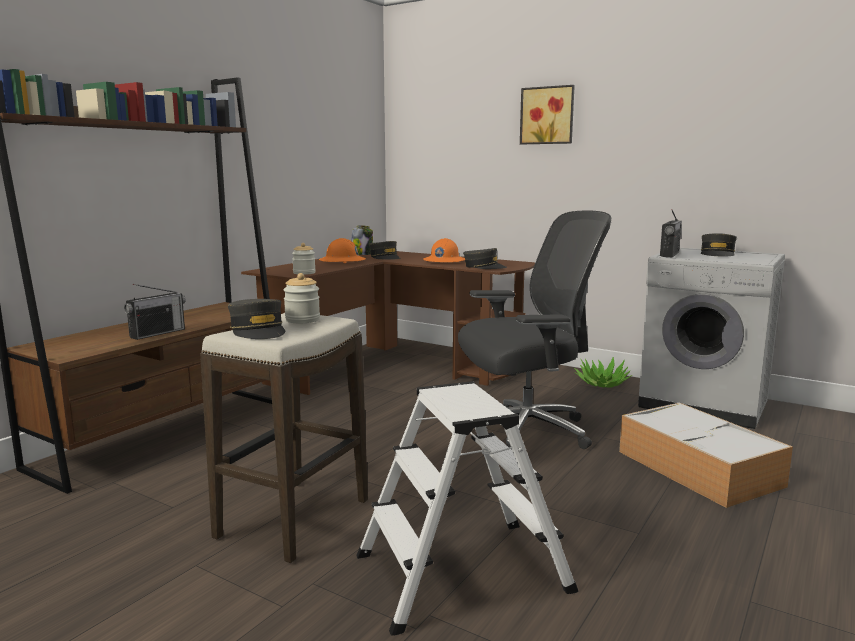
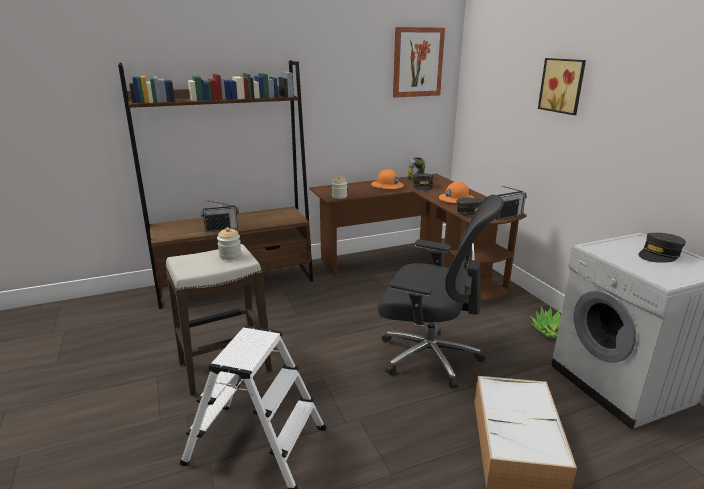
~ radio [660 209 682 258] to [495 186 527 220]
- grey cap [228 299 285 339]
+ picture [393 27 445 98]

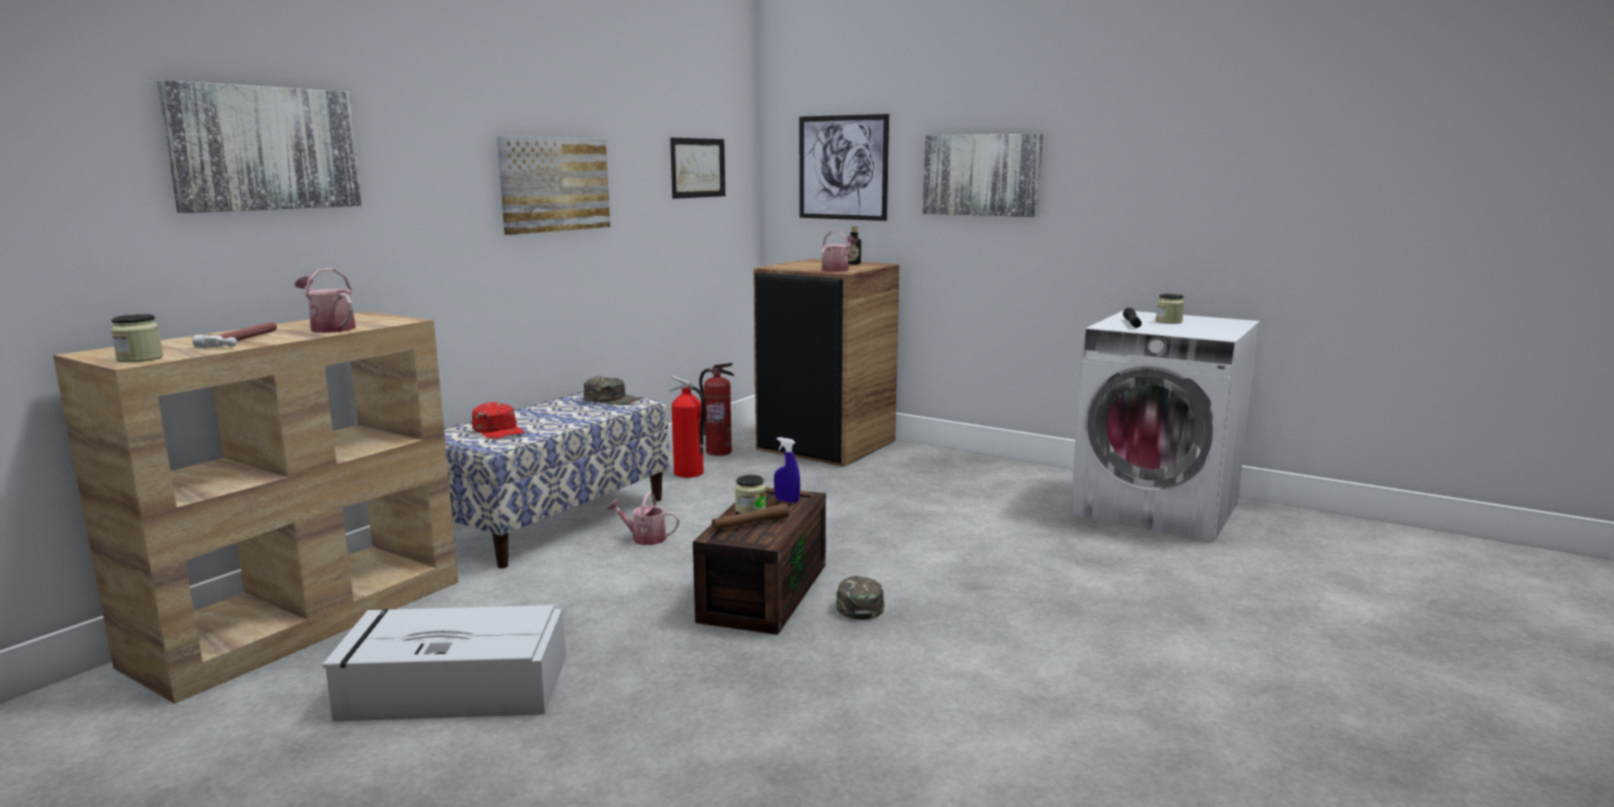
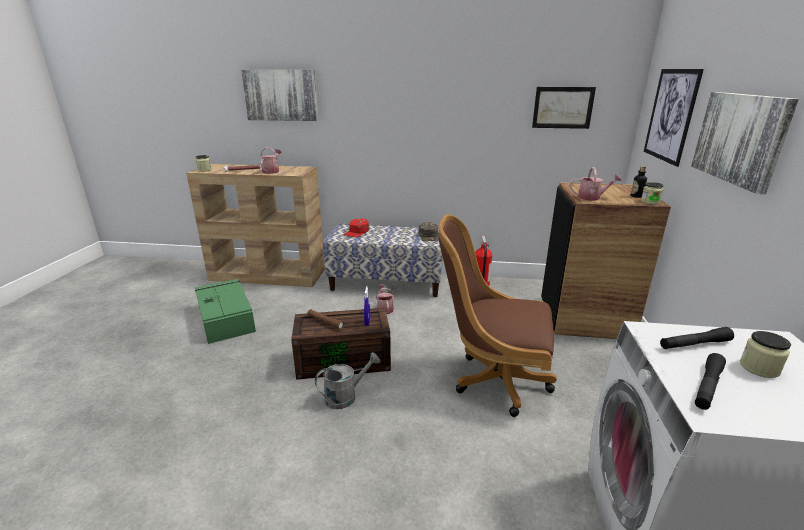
- picture [497 136 610 235]
- fire extinguisher [699 363 734 456]
~ jar [735 475 766 513] to [641 182 664 204]
~ green cap [836 576 884 620] to grey watering can [315 352 380 409]
~ grey storage box [323 605 566 721] to green storage box [195 279 256 344]
+ brown office chair [438 215 557 417]
+ black flashlight [695 353 726 410]

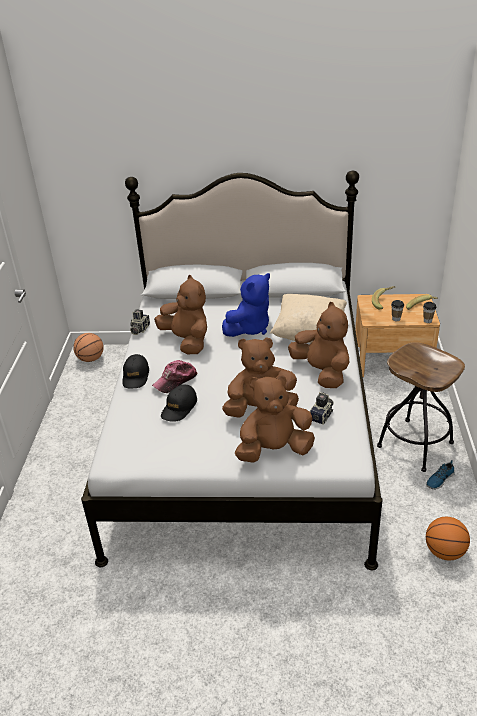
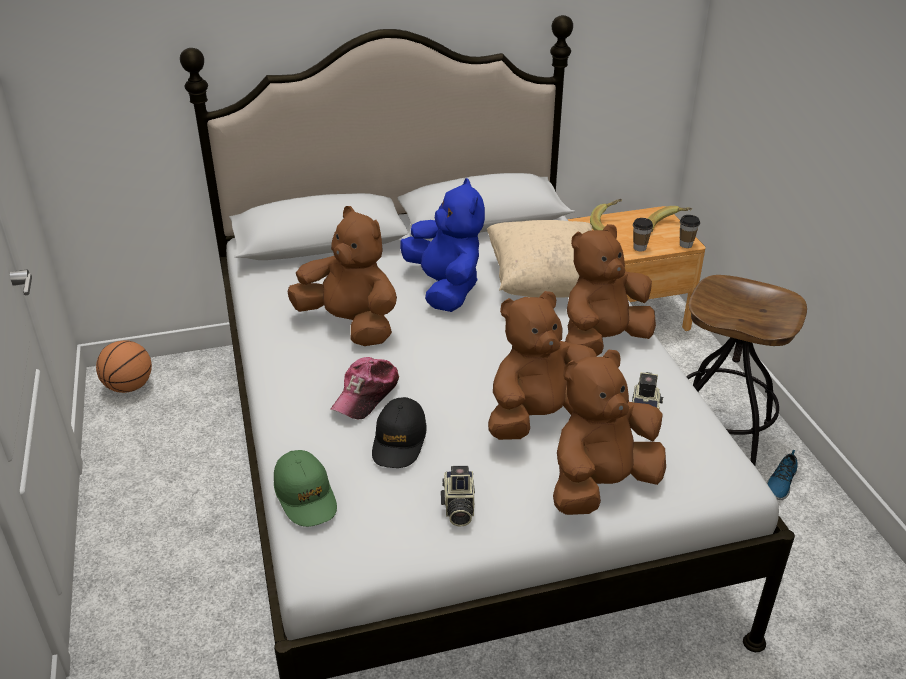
~ blue plush toy [222 273 270 337] = [400 178 485 312] 45 degrees counterclockwise
~ brown plush toy [288 302 350 388] = [565 224 656 356] 75 degrees counterclockwise
~ photo camera [130 309 150 335] to [441 466 475 527]
- black cap [122 354 149 388]
- basketball [426 517 470 561]
+ green cap [274 450 337 527]

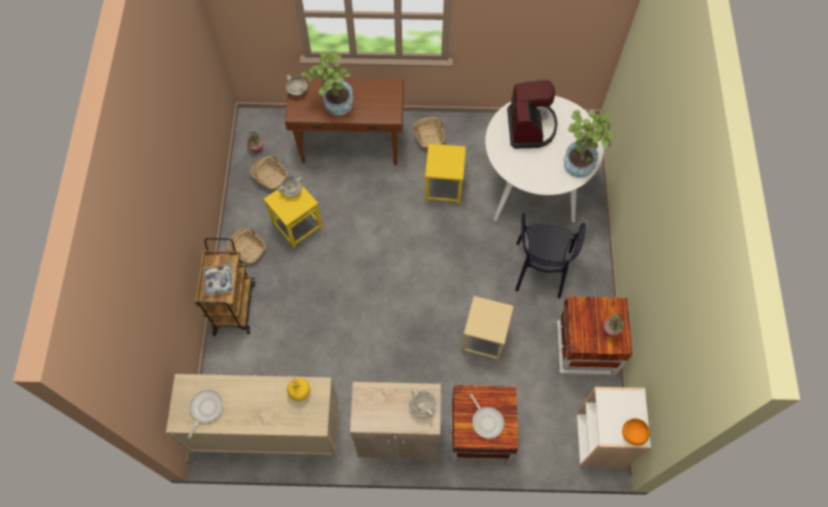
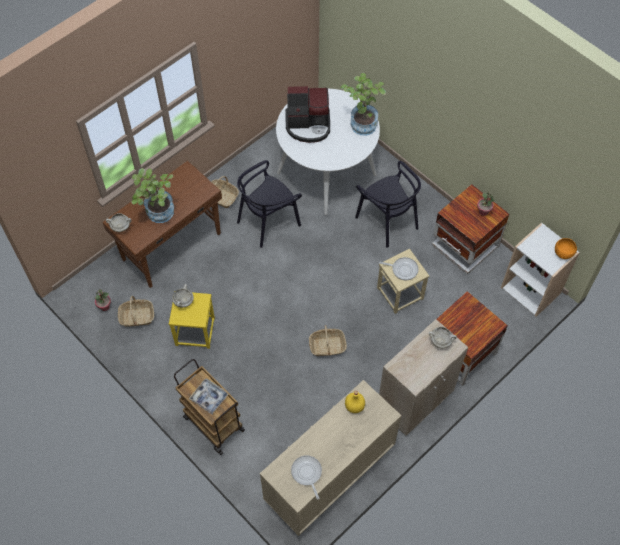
~ coffee machine [507 80 557 149] = [285 86 330 143] 135 degrees clockwise
~ yellow stool [425 144 466 204] to black chair [237 160 302 248]
~ basket [227 229 266 264] to [309 325 347 356]
~ frying pan [470 394 504 439] to [379 257 418 281]

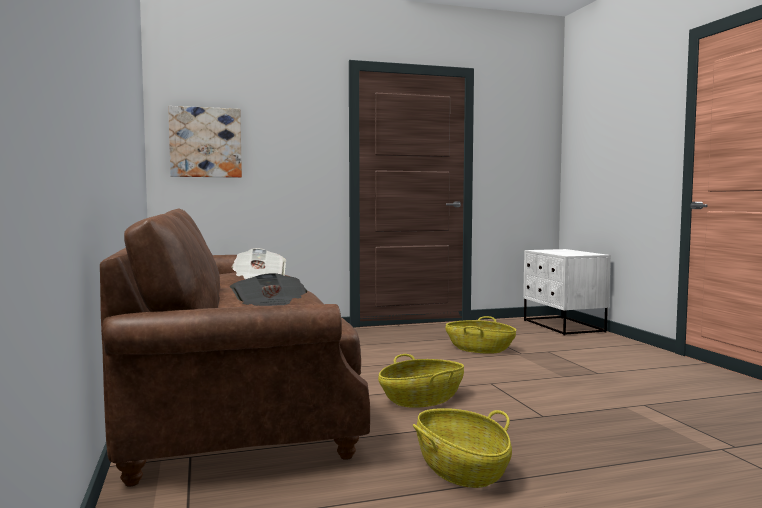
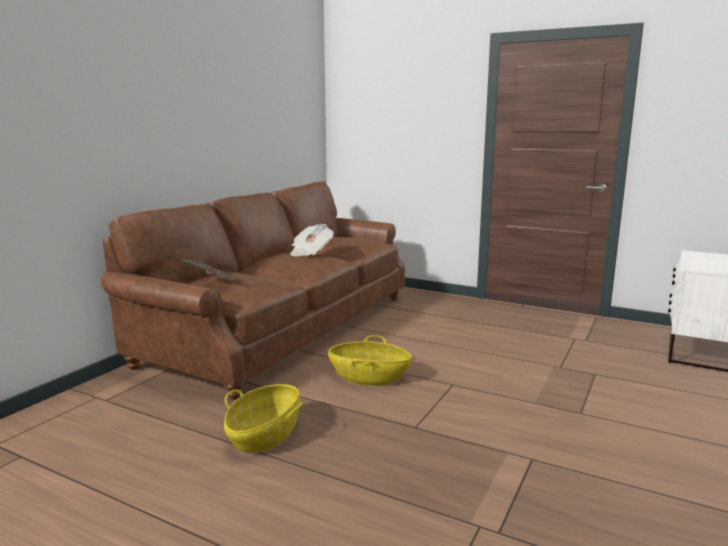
- picture [168 106 242 178]
- basket [445 316 516 354]

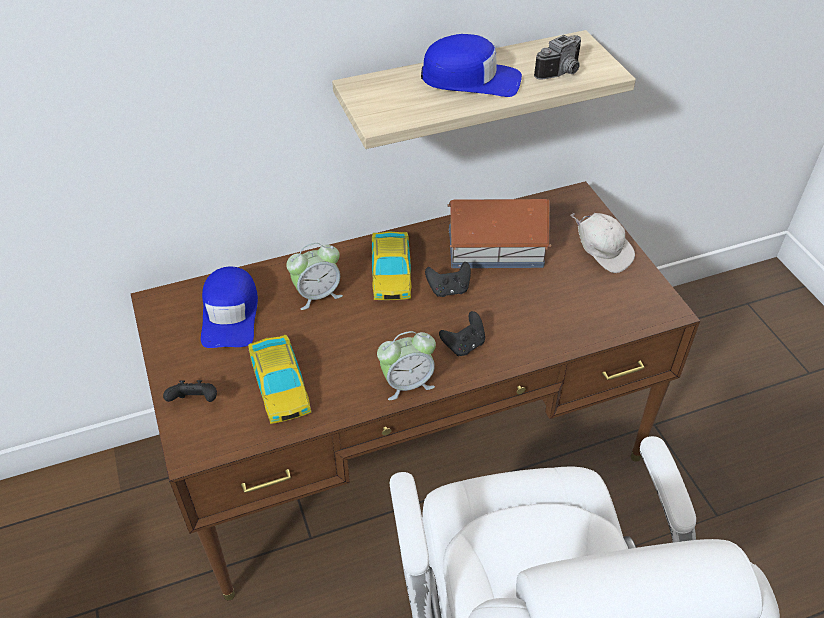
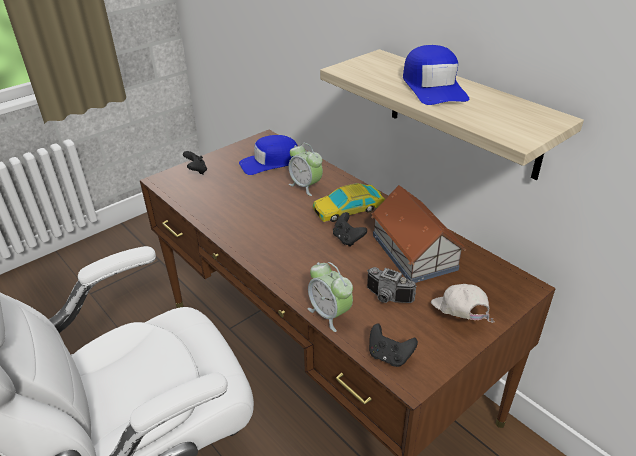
~ photo camera [534 35 581 80] to [367 267 417 303]
~ white cap [570 213 635 273] = [431 284 495 323] 135 degrees clockwise
~ black game controller [439 311 485 356] to [369 324 418 367]
~ alarm clock [377 331 436 400] to [308 262 353 332]
- toy car [248 335 312 424]

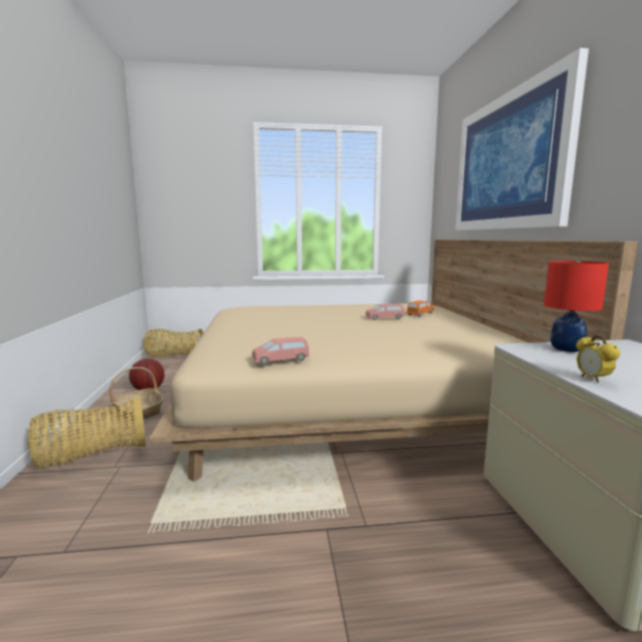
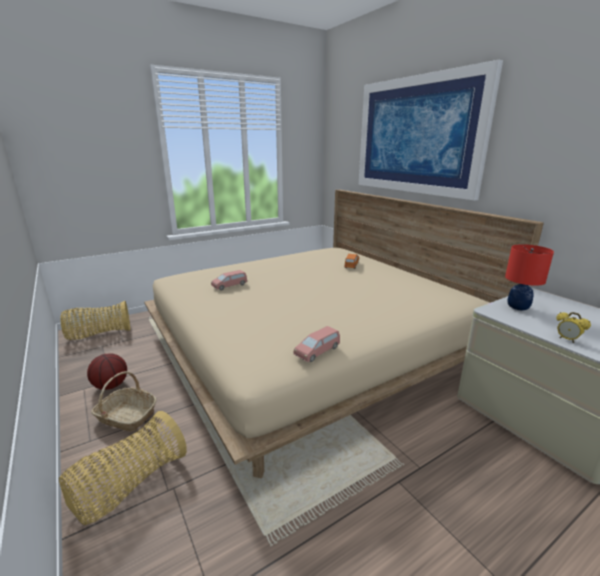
~ pink toy car [366 304 404 320] to [211 270 247 290]

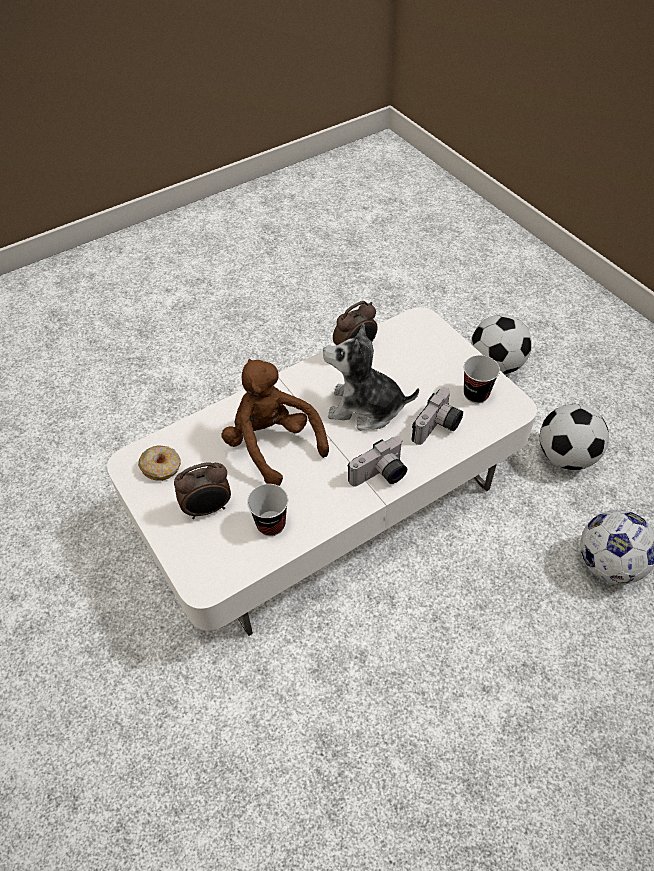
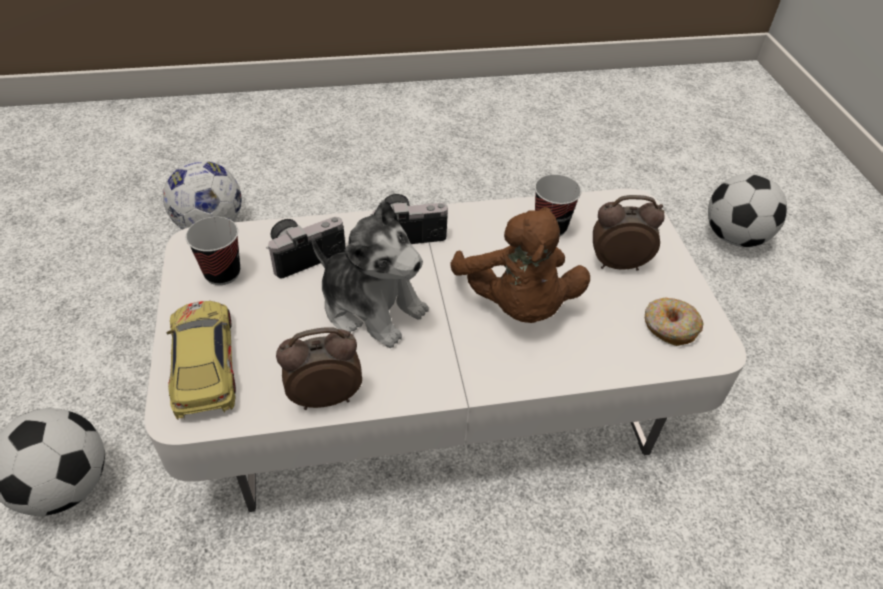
~ football [540 404 609 470] to [708 173 787 247]
+ toy car [167 301 236 420]

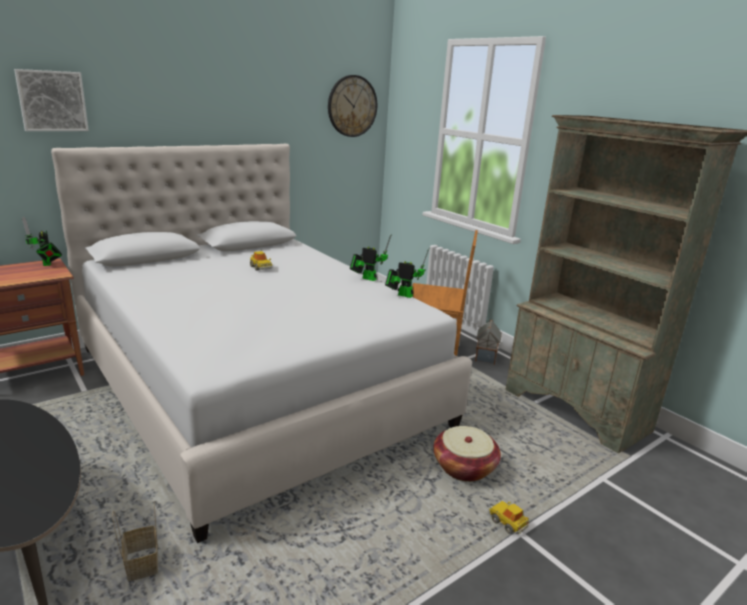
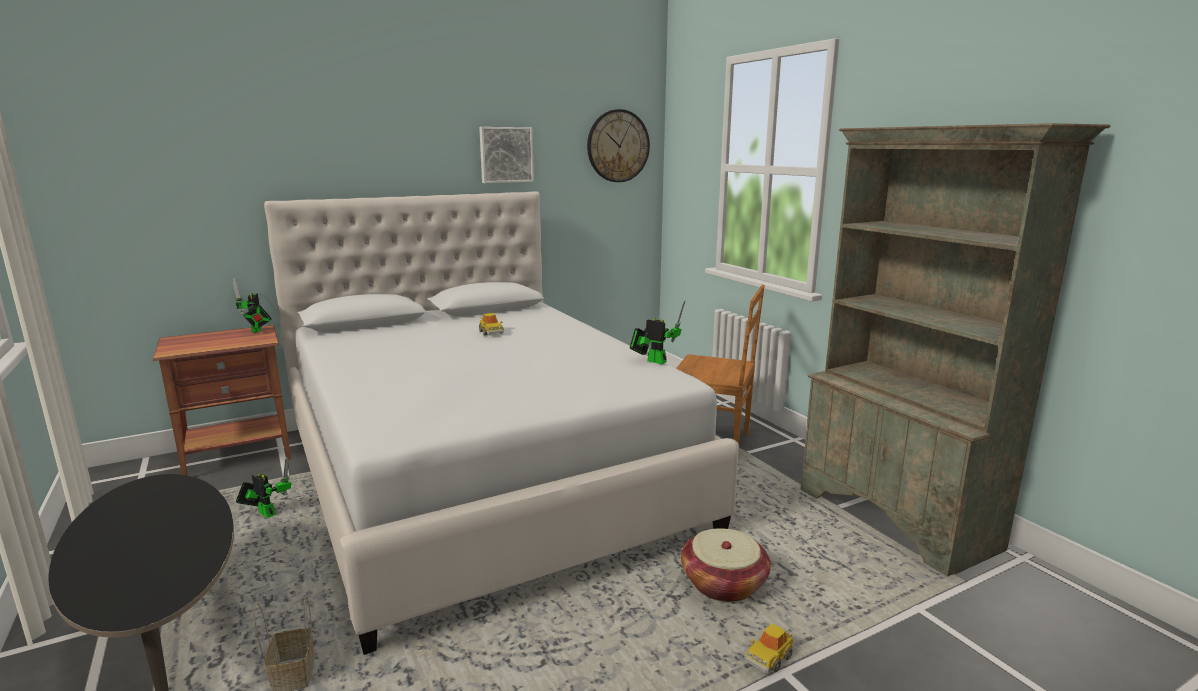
~ picture [14 69 89 131] to [479 127 534 183]
~ toy robot [350 235 391 281] to [236 457 291 518]
- toy house [475 320 502 365]
~ toy car [488 501 529 534] = [745 624 793 673] 105 degrees counterclockwise

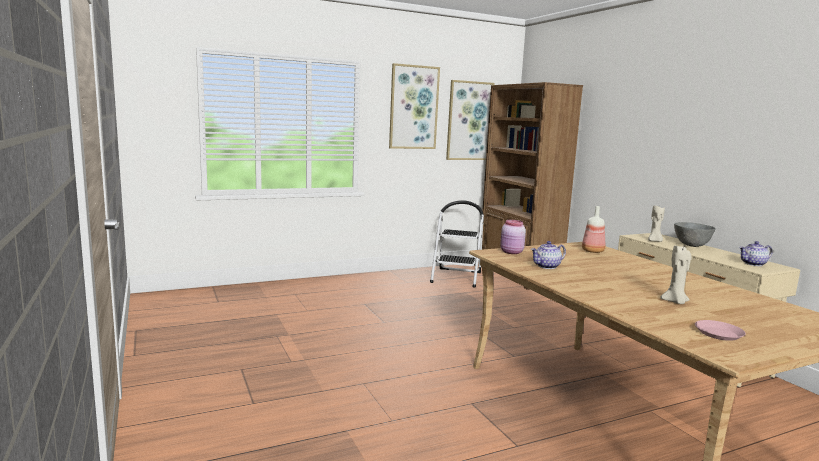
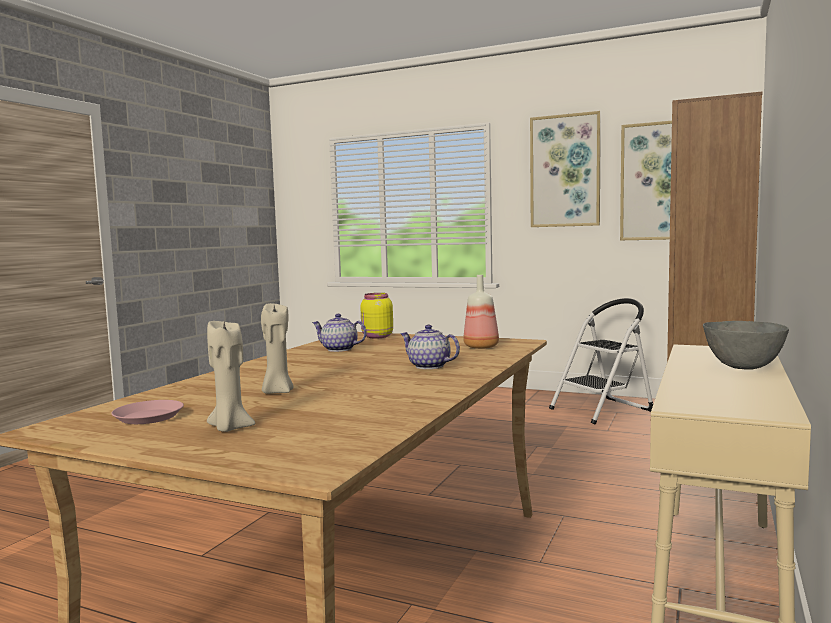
~ beige candle [648 206 665 242] to [207 321 256 432]
~ pink jar [500 220 526 254] to yellow jar [360 293 393 339]
~ teapot [739 241 773 266] to [400 325 460 369]

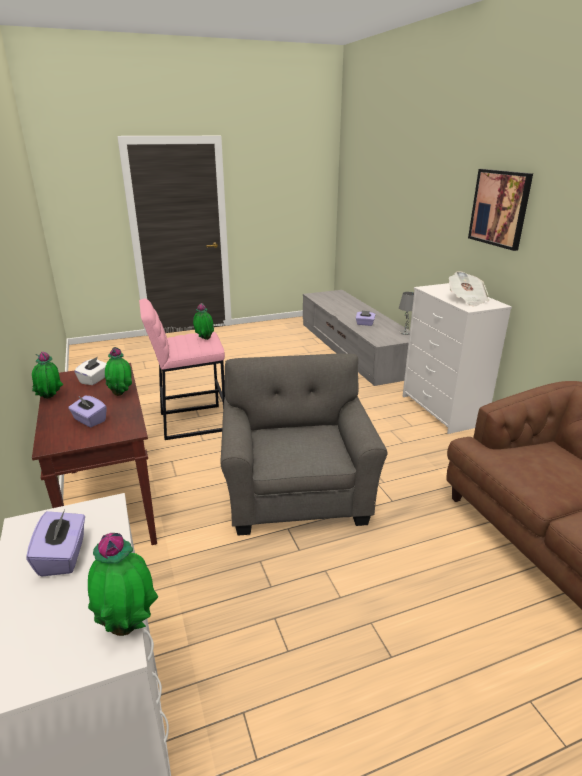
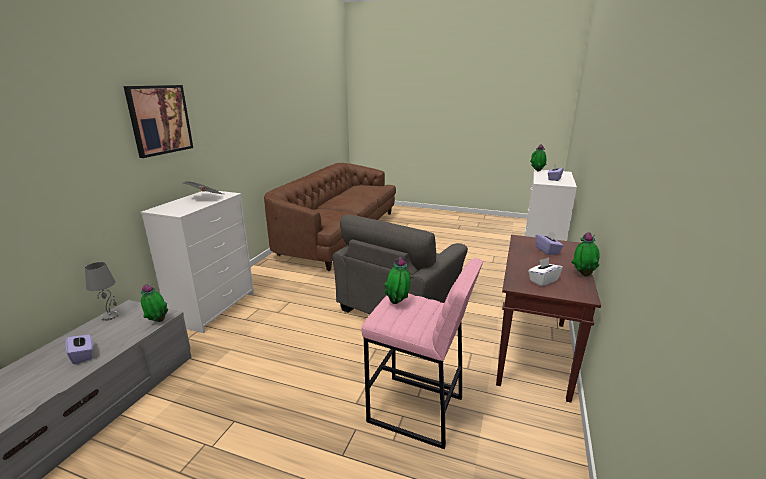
~ potted plant [105 347 132 396] to [141 284 168 322]

